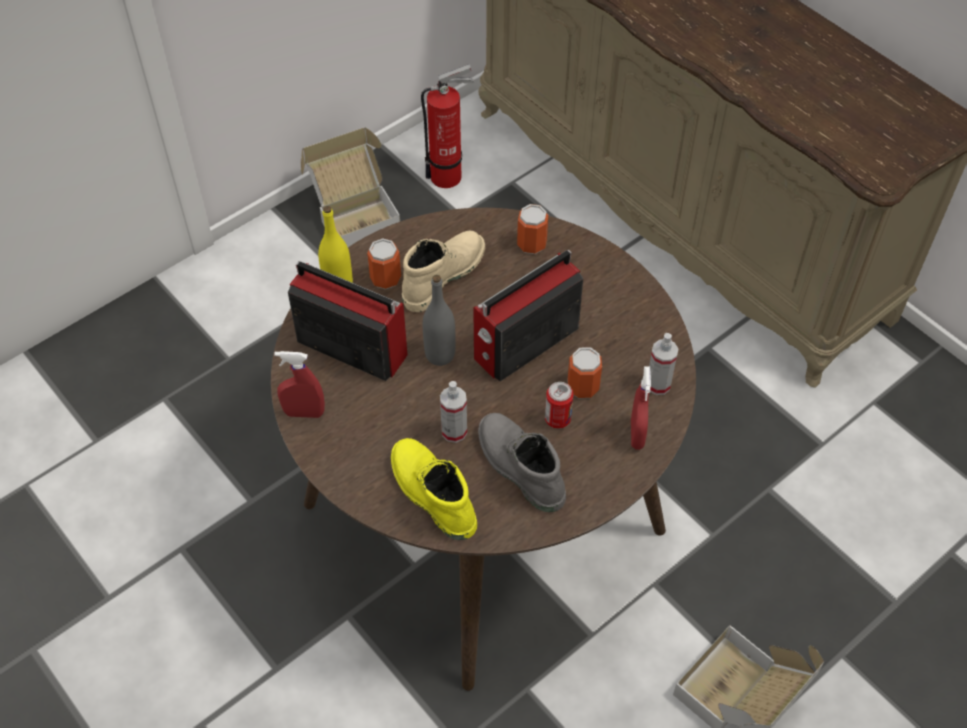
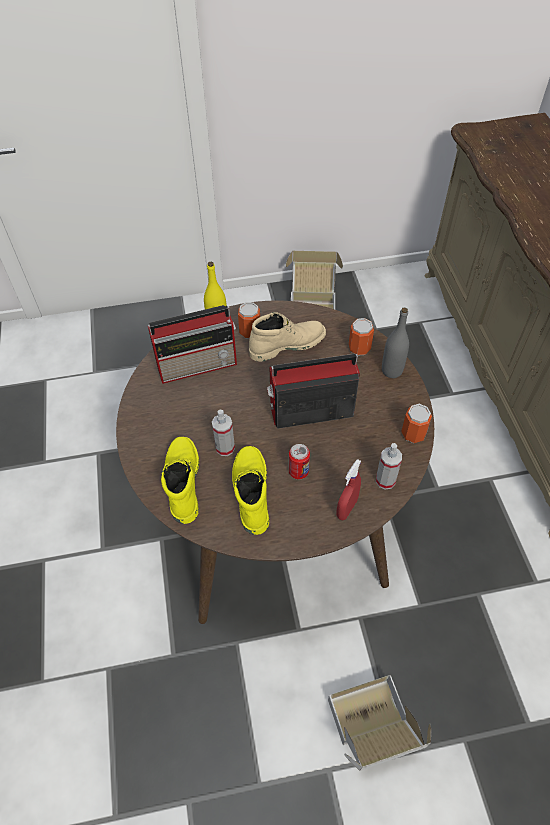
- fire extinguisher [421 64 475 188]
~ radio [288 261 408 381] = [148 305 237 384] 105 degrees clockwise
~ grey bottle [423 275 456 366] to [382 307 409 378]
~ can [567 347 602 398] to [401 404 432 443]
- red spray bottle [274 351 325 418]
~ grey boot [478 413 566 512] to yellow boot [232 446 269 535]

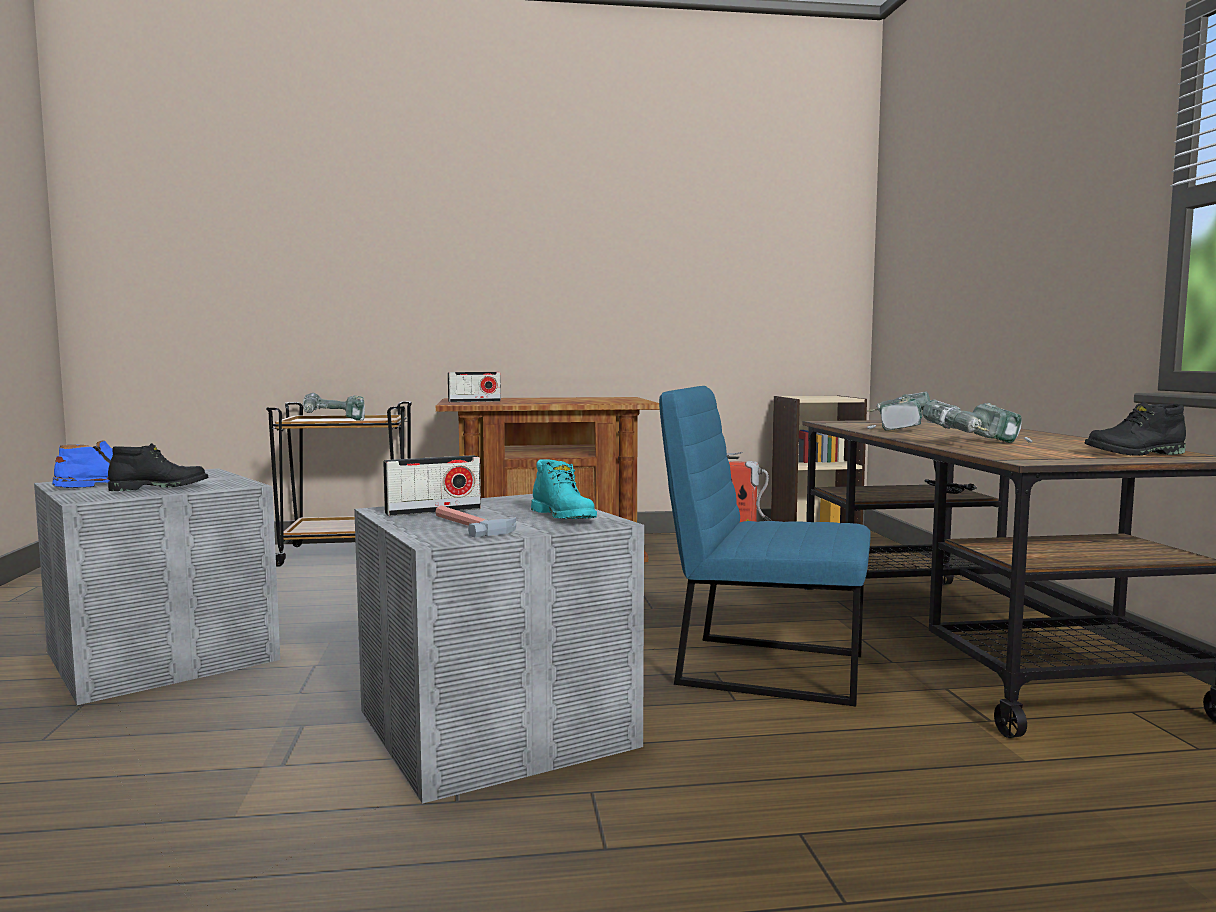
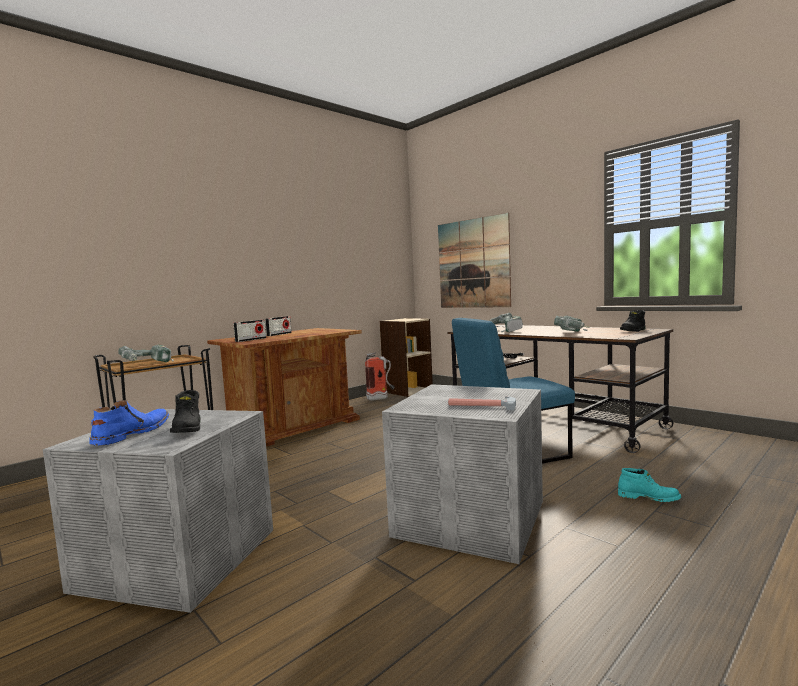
~ black boot [108 443 208 491] = [170 390 201 433] 135 degrees clockwise
~ radio [383 455 481 516] to [265 316 292 336]
~ turquoise boot [531 459 597 519] to [618 468 681 502]
+ picture [438 213 511 308]

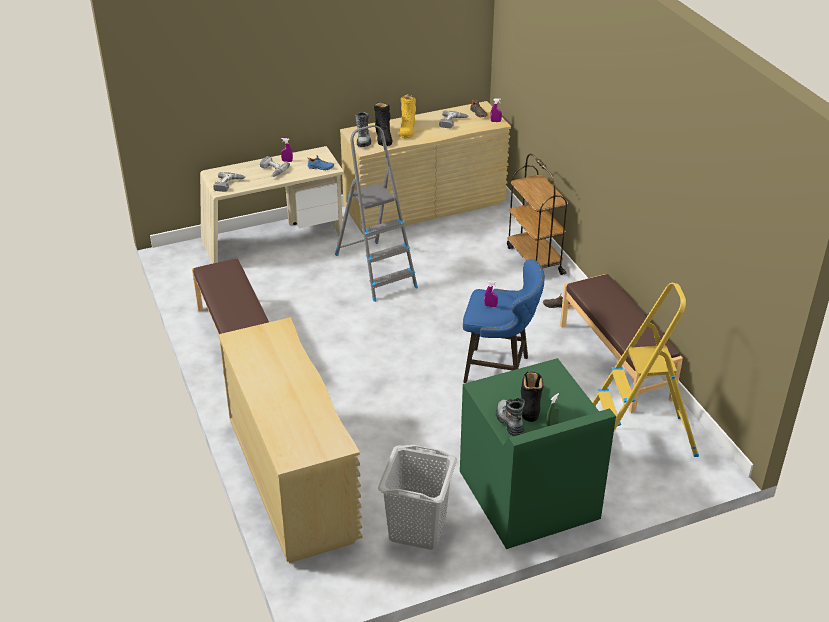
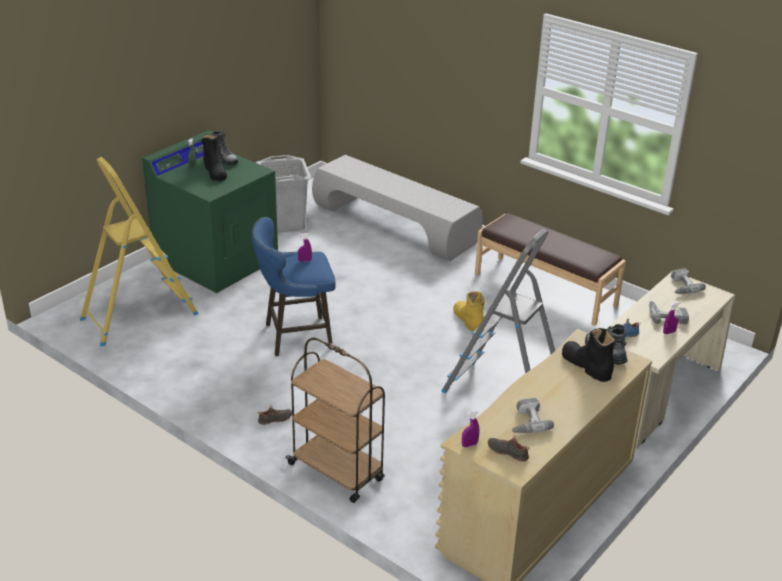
~ yellow boot [399 94 416 138] to [453 291 486 332]
- brown bench [560 274 683 413]
~ beige dresser [218 318 363 563] to grey bench [312 155 483 261]

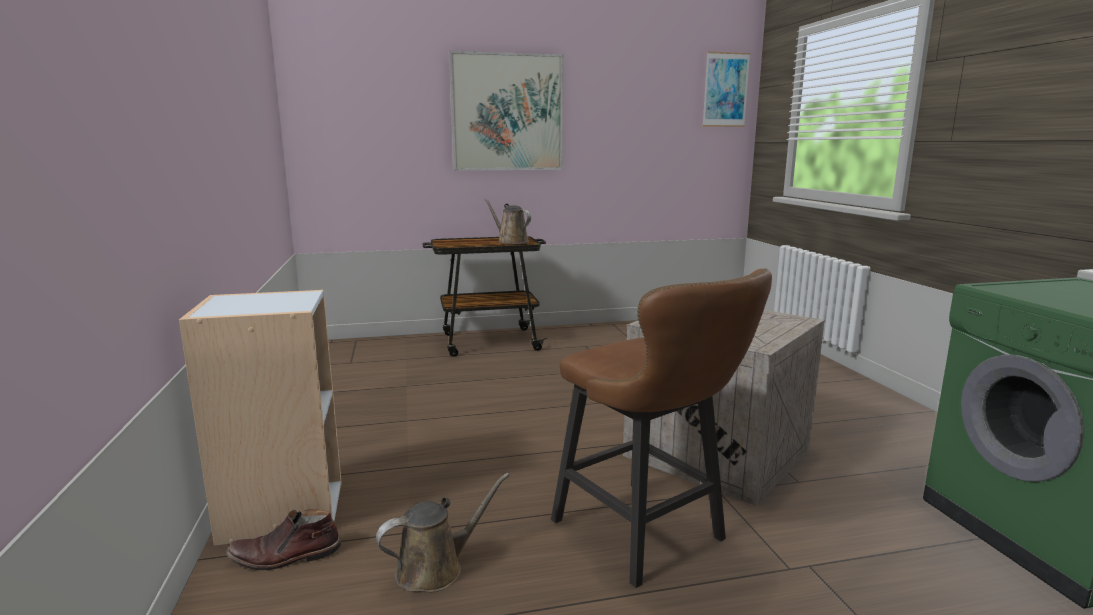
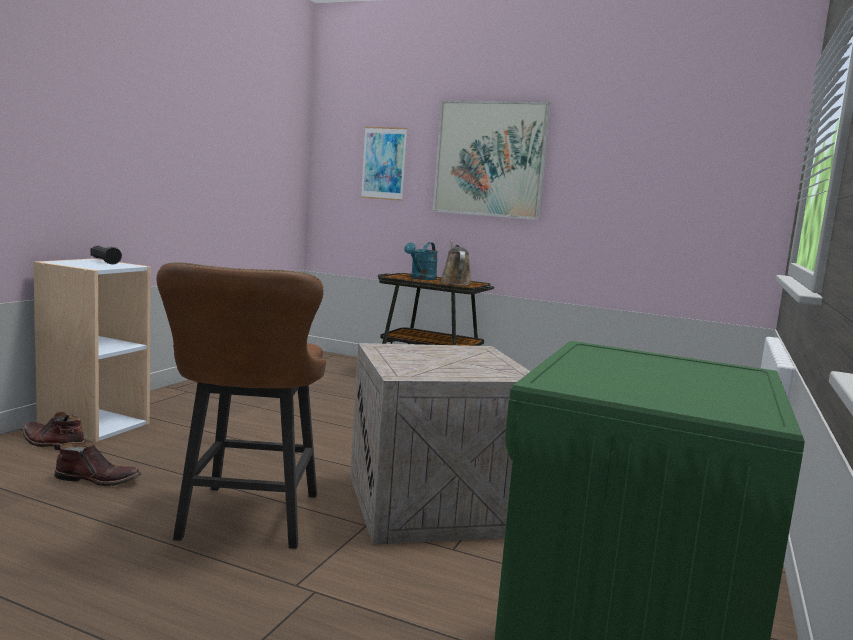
~ picture [702 52 750 127] to [361 127 407 201]
~ brown watering can [376 473 510 592] to brown boot [54 442 142 486]
+ turquoise watering can [404 242 438 280]
+ black flashlight [91 246 122 265]

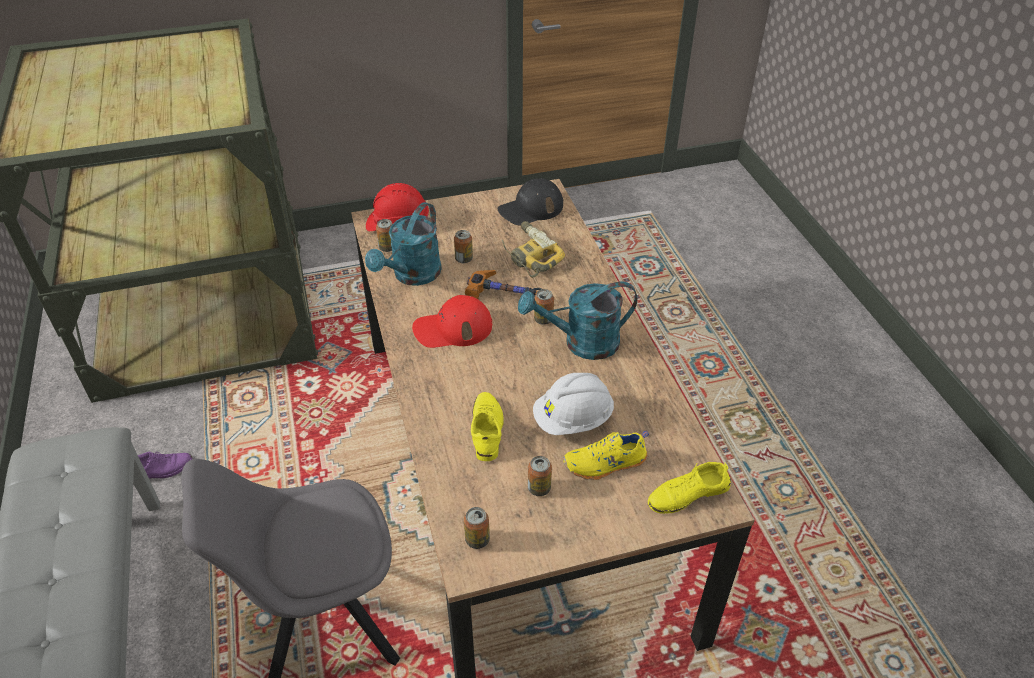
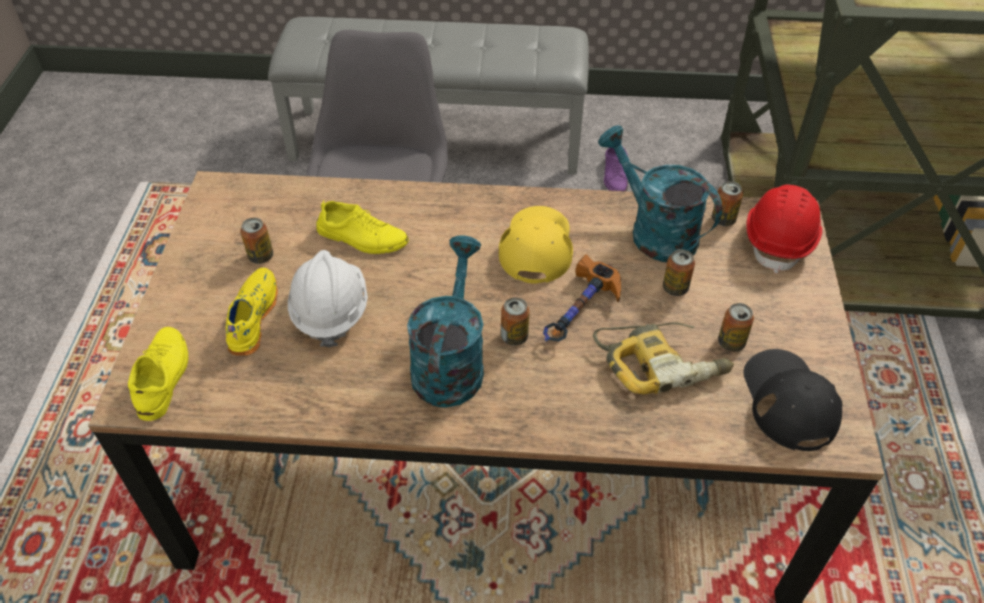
~ red cap [412 295 492 348] to yellow cap [499 206 573 284]
~ can [464 507 490 549] to [718 303 754 352]

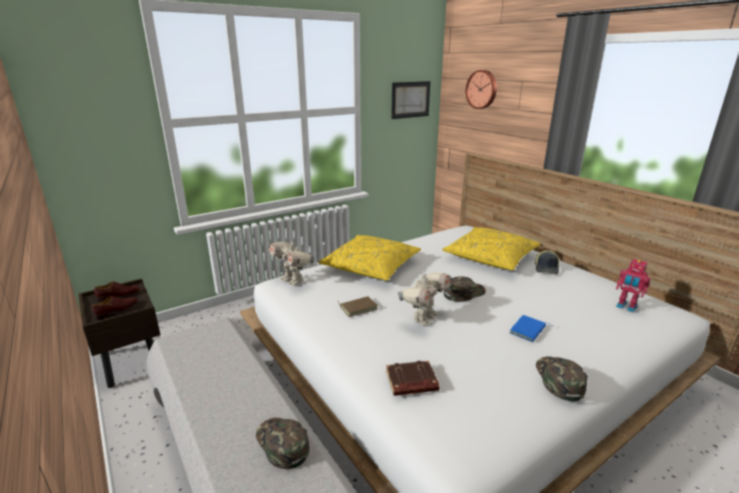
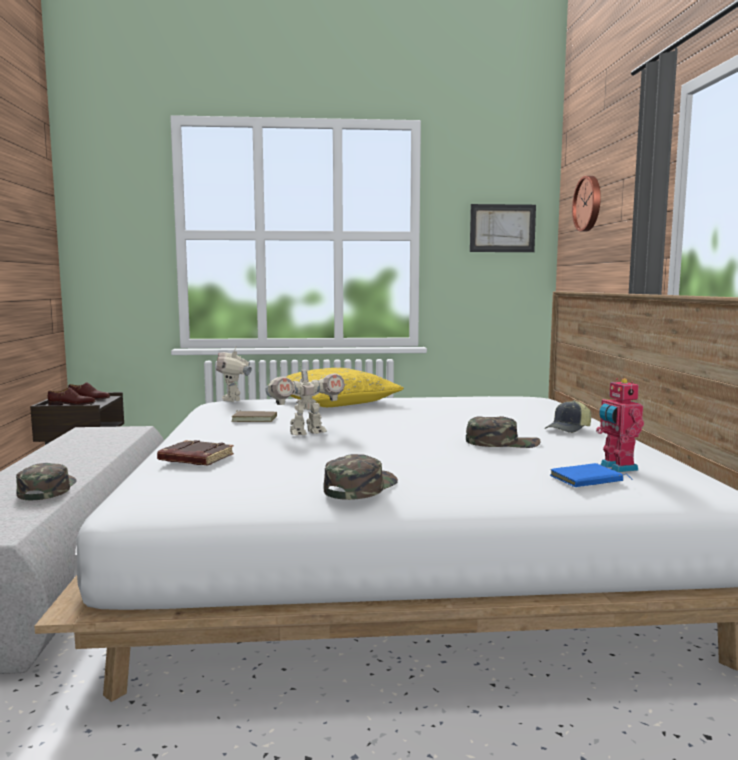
- yellow pillow [442 227 541 270]
~ green cap [444 276 486 302] to [466 416 541 448]
~ blue book [509 315 554 342] to [550 463 633 487]

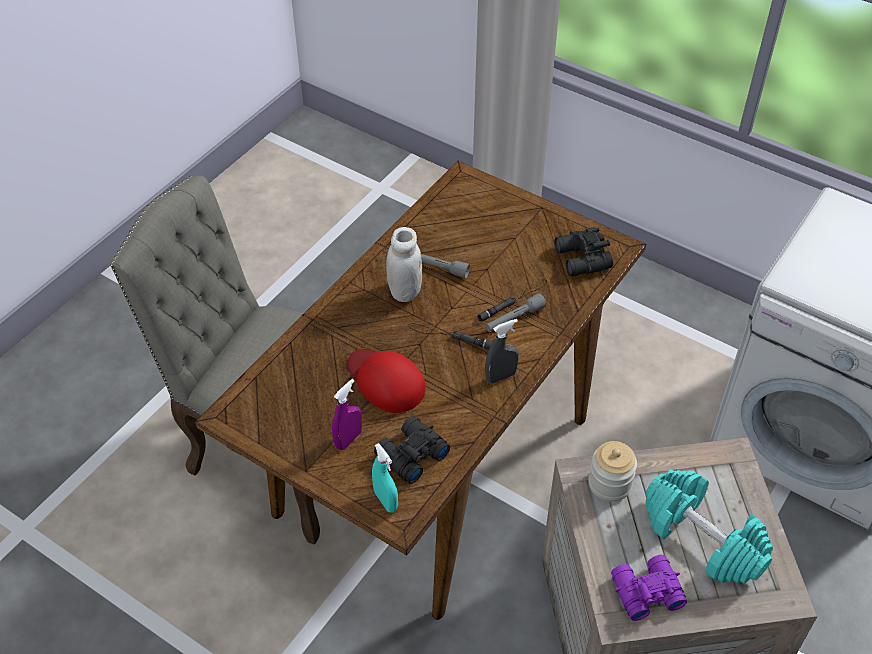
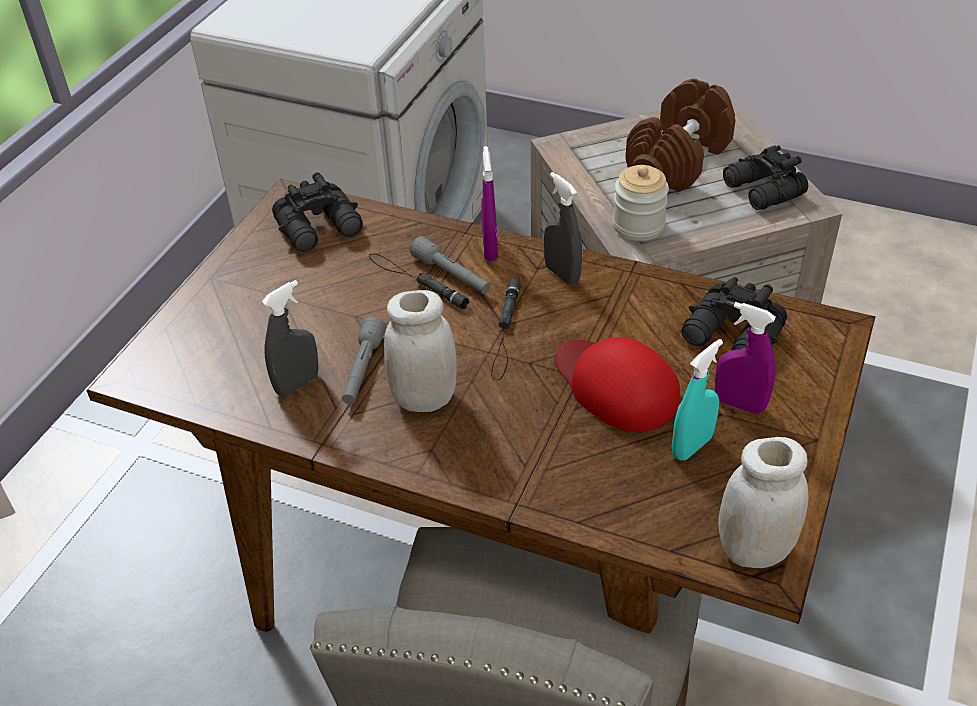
~ red cap [348 349 425 413] = [555 337 680 432] 105 degrees clockwise
~ turquoise spray bottle [372 443 398 513] to [672 339 723 460]
~ turquoise dumbbell [645 469 773 584] to brown dumbbell [625 78 736 192]
~ purple binoculars [611 555 687 621] to black binoculars [723 145 808 210]
+ purple spray bottle [482 146 498 261]
+ grey spray bottle [261 280 318 396]
+ white jar [718 437 808 568]

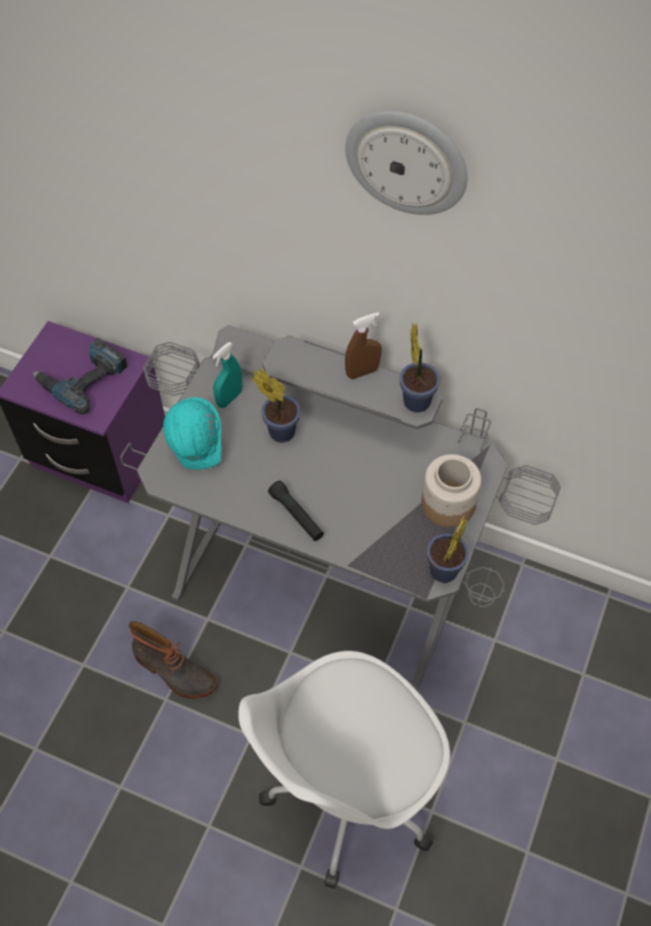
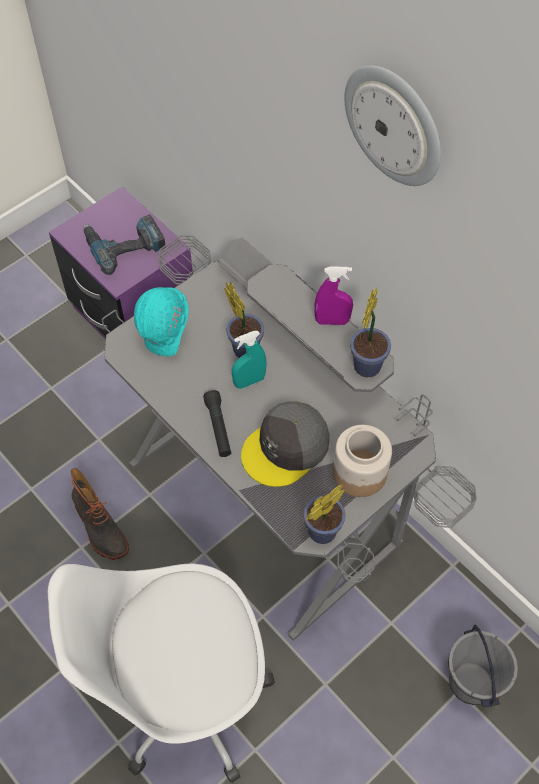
~ brown spray bottle [345 312 381 379] to purple spray bottle [314 267 353 325]
~ turquoise spray bottle [212 342 242 408] to [232 331 266 389]
+ grey cap [241 402 330 487]
+ grey bucket [448 625 518 707]

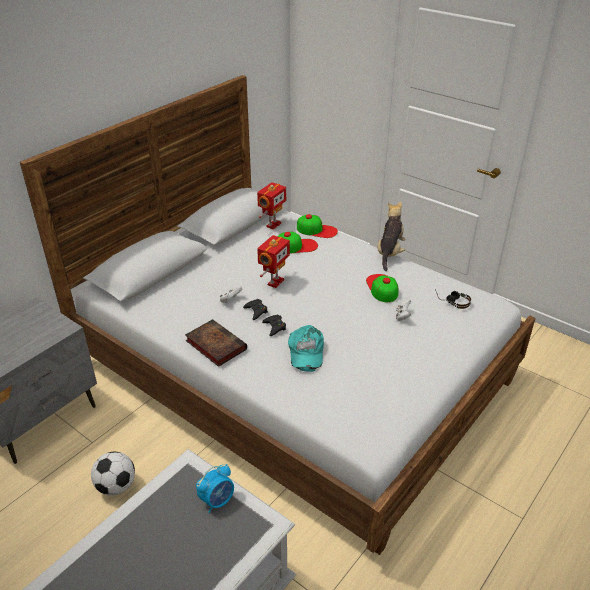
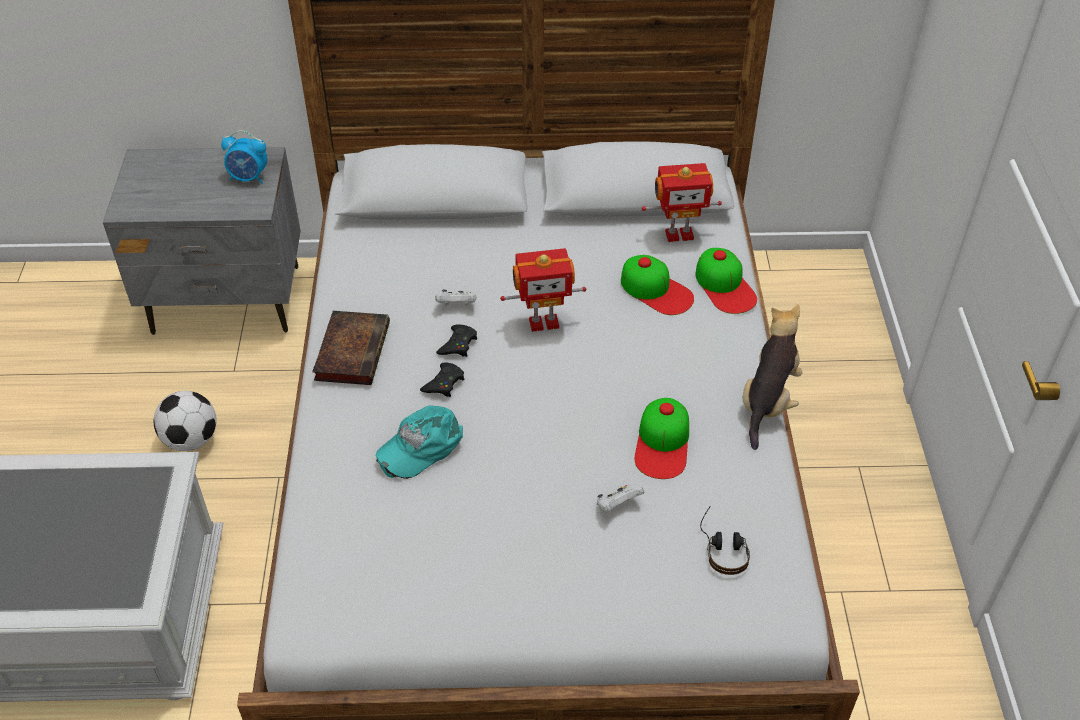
~ plush toy [377 201 405 271] = [743 304 802 450] 45 degrees counterclockwise
~ cap [366 274 398 302] = [635 398 689 479] 150 degrees clockwise
~ alarm clock [196 464 234 513] to [221 130 267 183]

